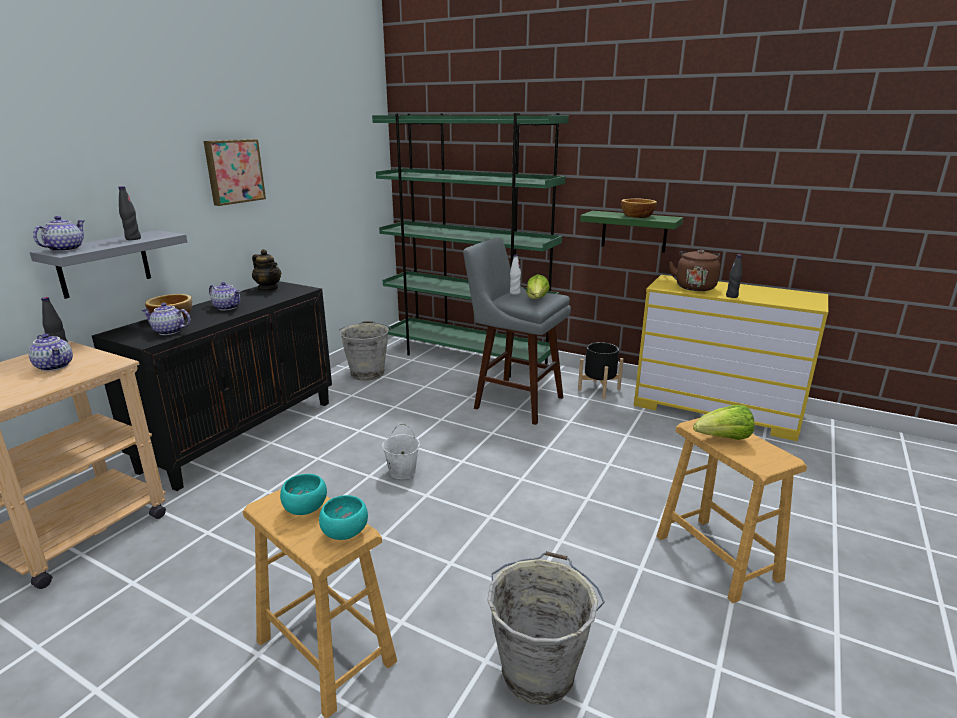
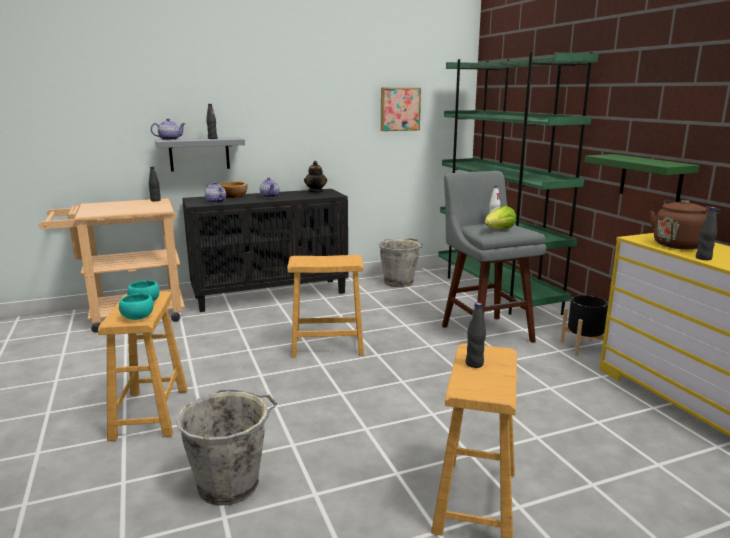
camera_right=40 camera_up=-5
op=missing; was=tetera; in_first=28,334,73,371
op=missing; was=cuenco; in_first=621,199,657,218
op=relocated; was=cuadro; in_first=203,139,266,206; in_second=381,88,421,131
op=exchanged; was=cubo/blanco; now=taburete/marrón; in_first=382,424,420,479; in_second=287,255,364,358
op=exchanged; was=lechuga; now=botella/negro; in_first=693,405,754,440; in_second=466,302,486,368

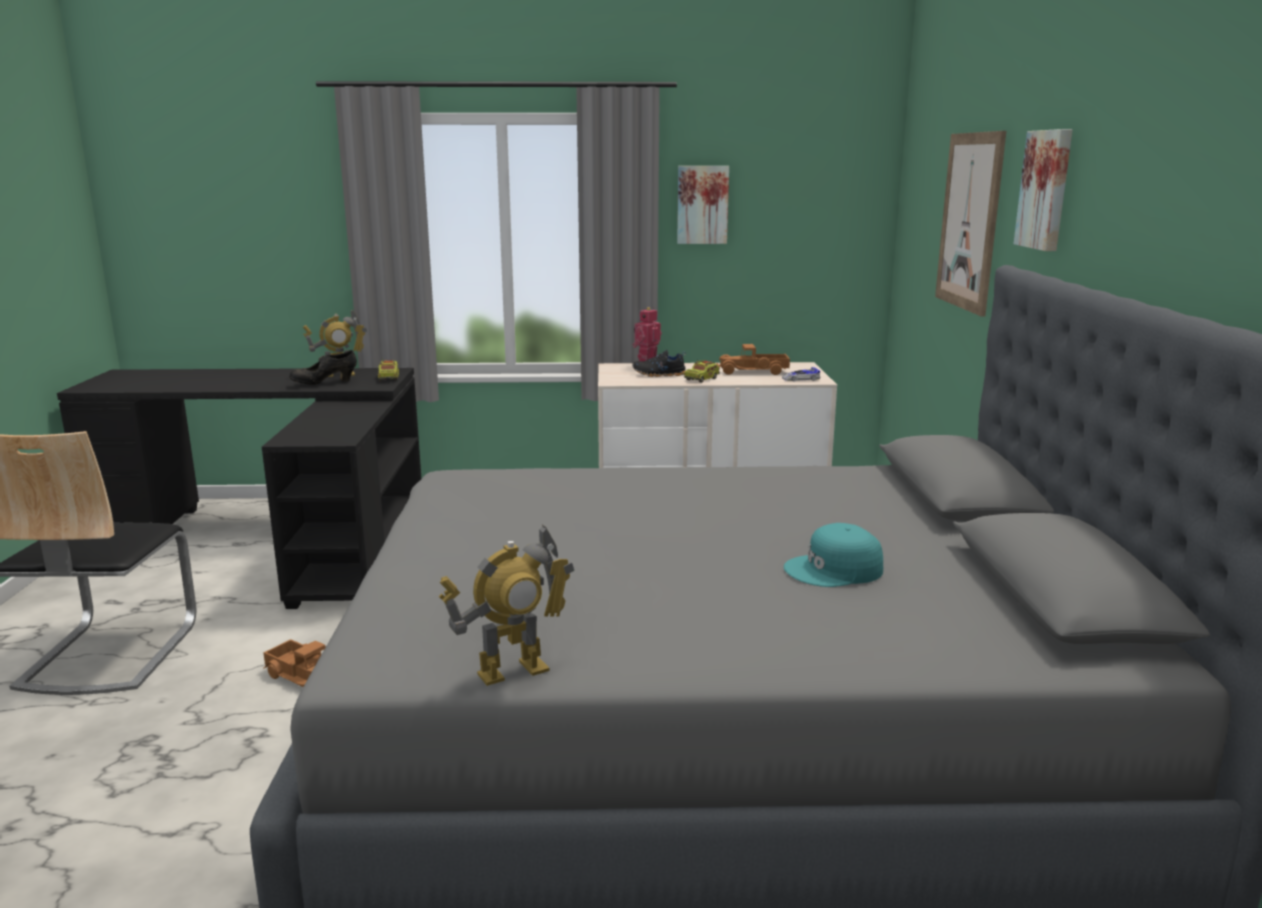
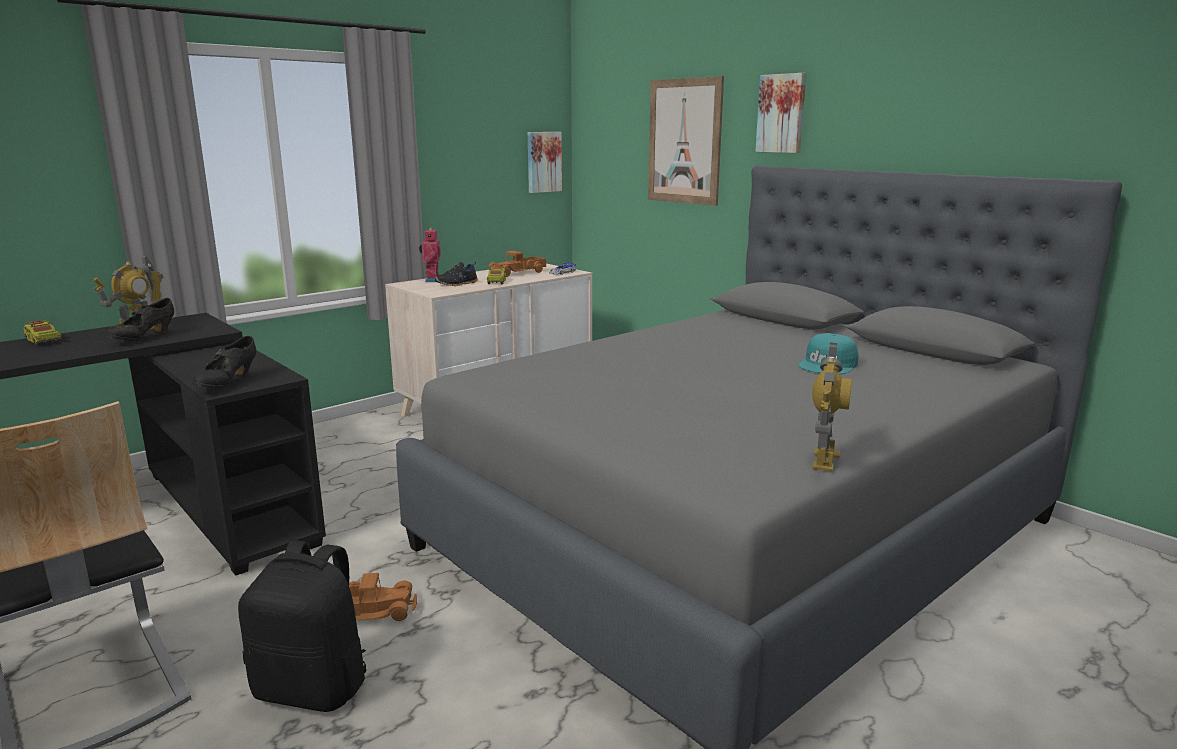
camera_right=-40 camera_up=0
op=appeared; now=zapato/negro; in_second=192,336,256,388
op=appeared; now=mochila/negro; in_second=238,540,367,712
op=relocated; was=camión de juguete; in_first=378,359,399,381; in_second=24,320,61,346
op=relocated; was=cuadro; in_first=677,166,729,244; in_second=528,132,562,193

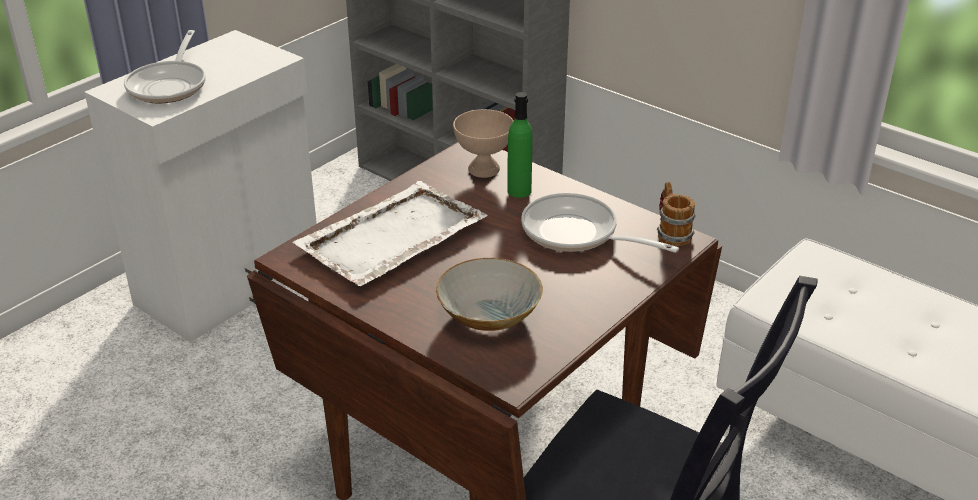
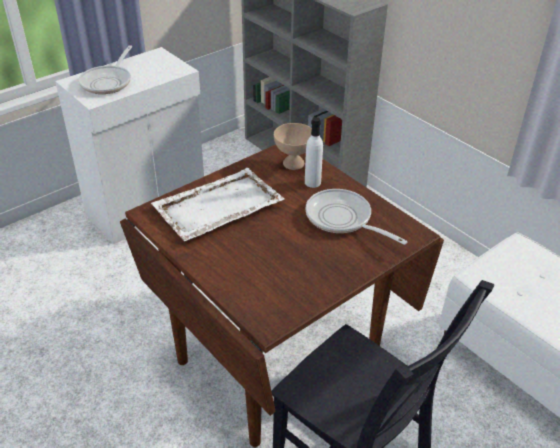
camera_right=10 camera_up=5
op=missing; was=cuenco; in_first=436,258,543,331
op=missing; was=taza grande; in_first=657,182,696,246
op=colour; was=botella/verde; now=botella/blanco; in_first=507,92,533,198; in_second=305,117,323,188

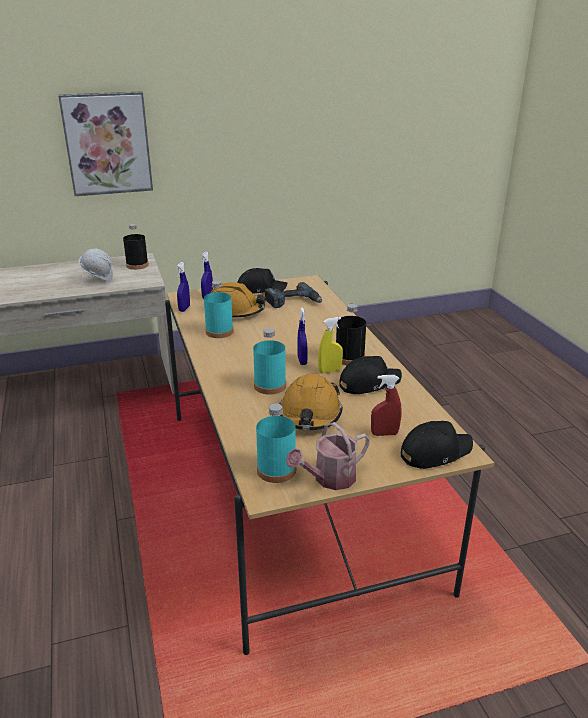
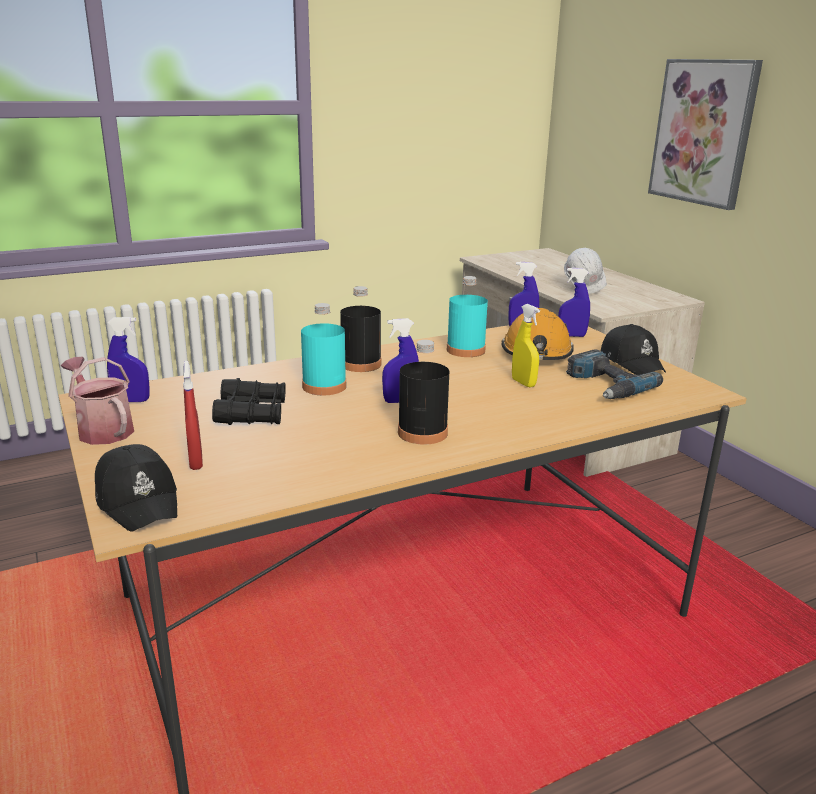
camera_right=80 camera_up=-5
op=missing; was=gorra/negro; in_first=339,356,402,394
op=relocated; was=botella/negro; in_first=123,224,149,270; in_second=340,286,381,372
op=relocated; was=pulverizador/amarillo; in_first=318,317,343,373; in_second=512,304,540,387
op=exchanged; was=botella/turquesa; now=pulverizador/azul; in_first=256,403,296,483; in_second=107,317,150,402
op=exchanged; was=casco/naranja; now=prismáticos/negro; in_first=279,374,343,430; in_second=212,378,286,425

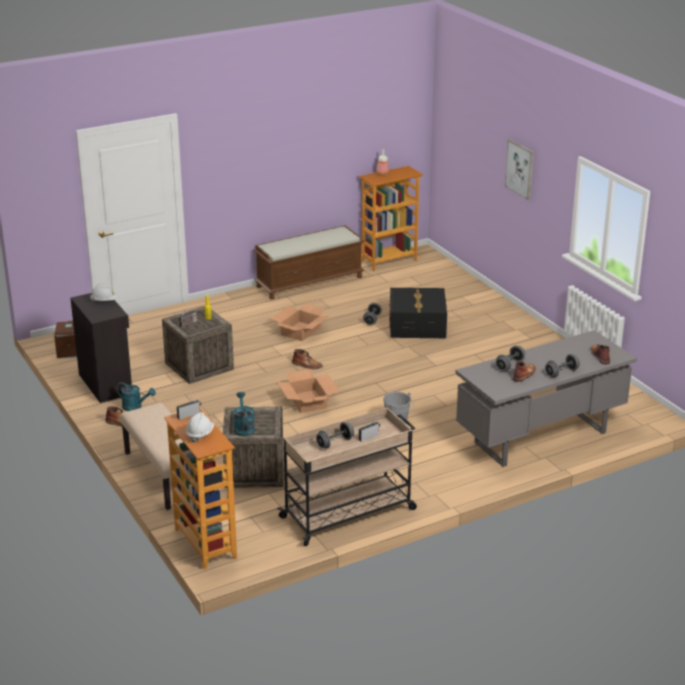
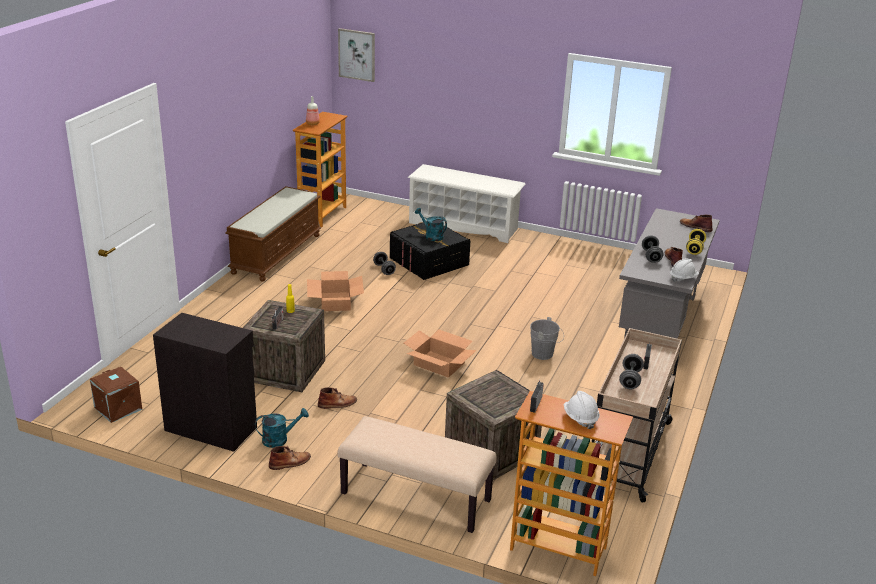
camera_right=-40 camera_up=0
op=appeared; now=zapatero/blanco; in_second=408,164,525,243
op=relocated; was=casco/blanco; in_first=90,284,118,301; in_second=670,259,699,282
op=relocated; was=regadera/turquesa; in_first=234,392,255,436; in_second=415,208,447,241
op=relocated; was=bota/marrón; in_first=292,349,323,369; in_second=318,387,357,409
op=relocated; was=cuadro; in_first=505,139,534,200; in_second=338,28,375,82
op=colour; was=mancuerna/gris; now=mancuerna/amarillo; in_first=545,354,580,377; in_second=686,229,706,255

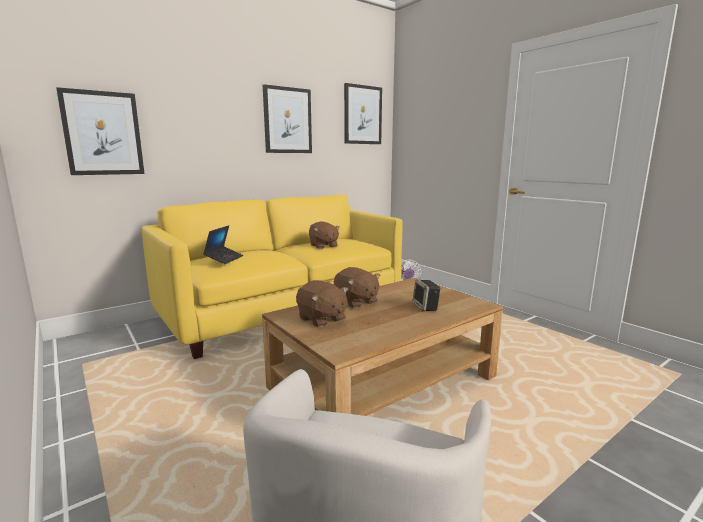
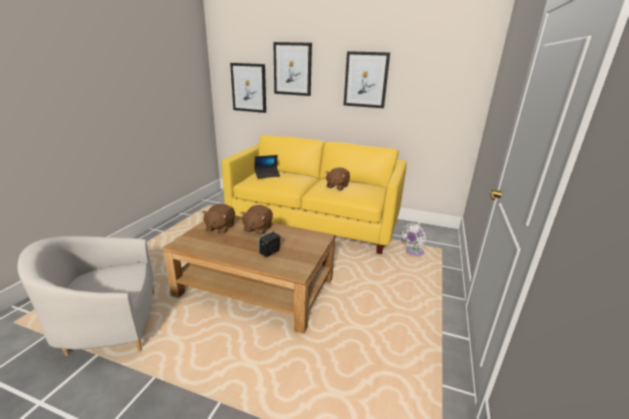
camera_right=55 camera_up=10
op=relocated; was=cuadro; in_first=344,83,382,144; in_second=273,42,312,96

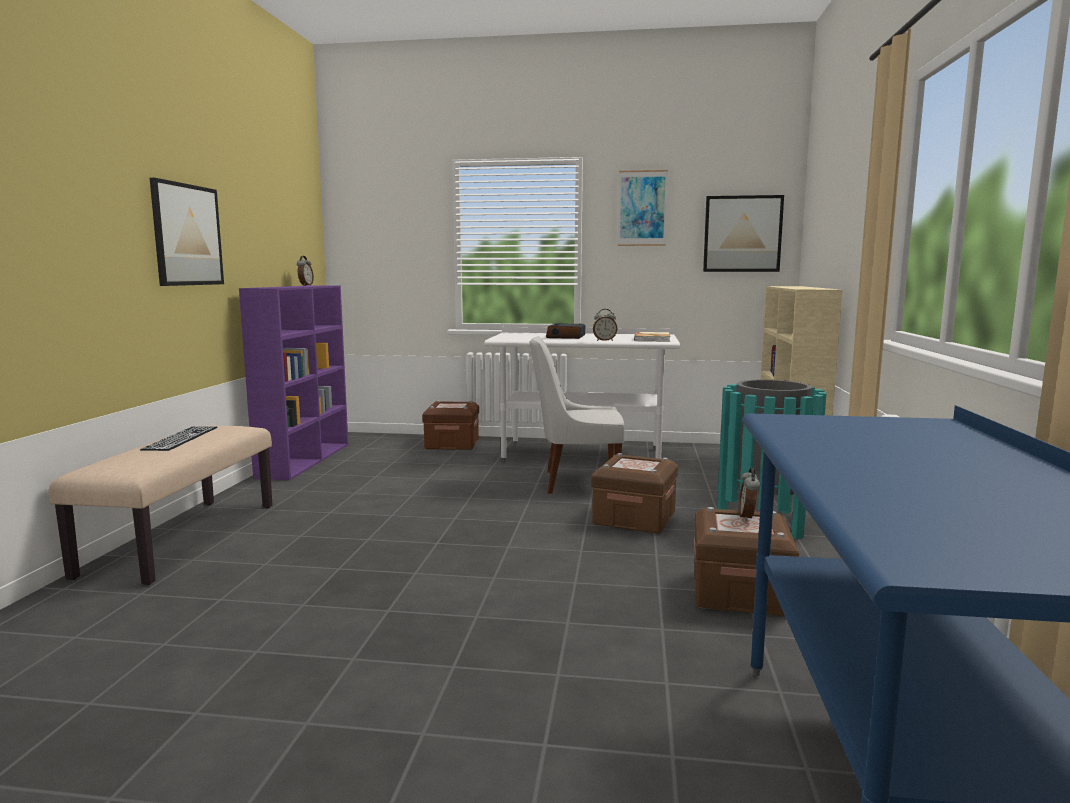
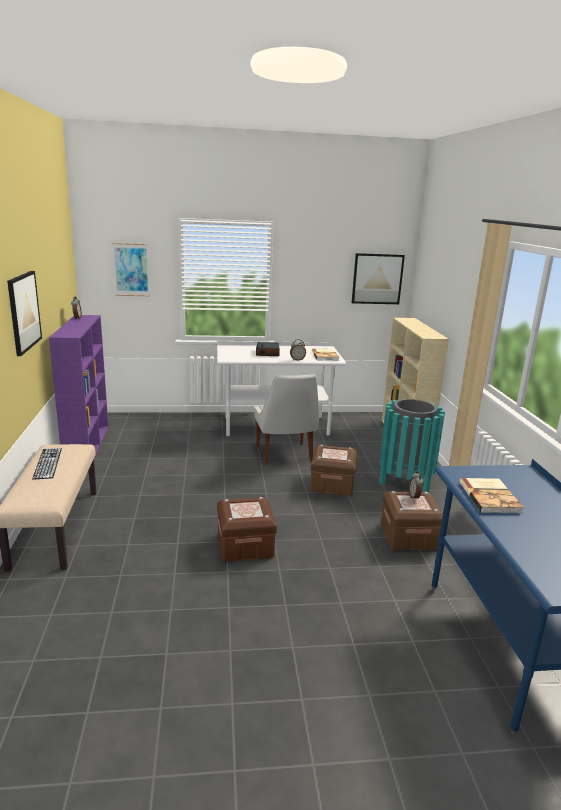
camera_right=-15 camera_up=10
op=appeared; now=libro; in_second=460,478,524,513
op=relocated; was=caja de almacenaje/marrón; in_first=422,400,479,450; in_second=217,497,277,562
op=relocated; was=cuadro; in_first=618,170,668,246; in_second=113,243,150,296
op=spun; was=silla/blanco; in_first=530,336,625,494; in_second=254,374,319,465; clockwise=-90

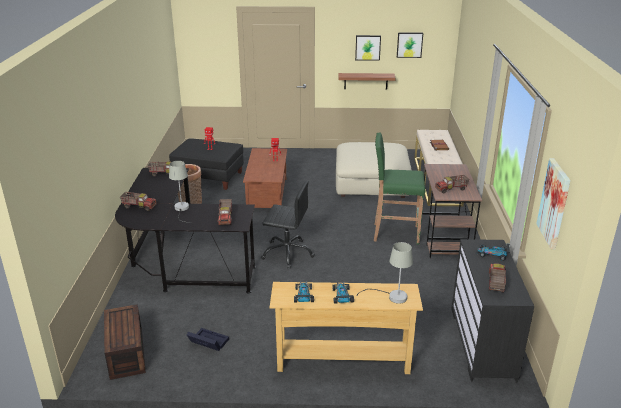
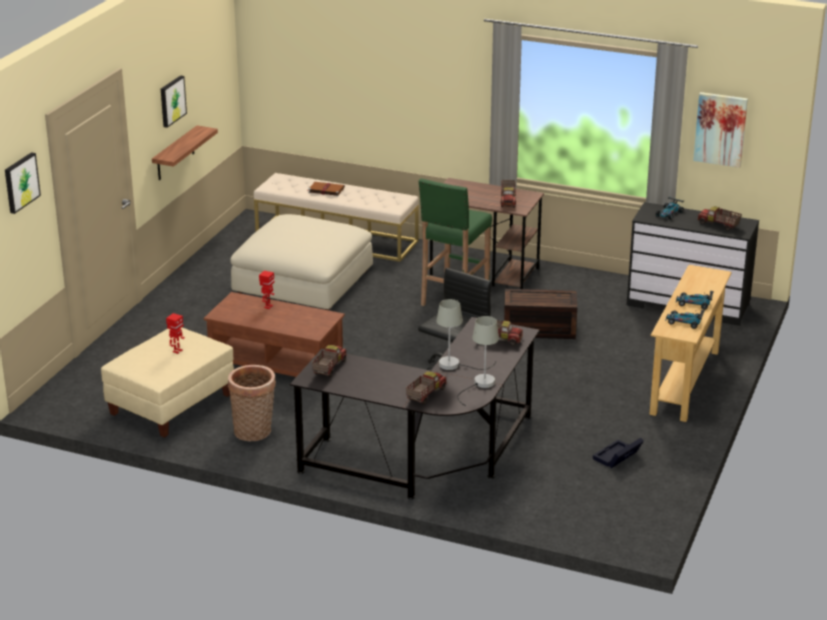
camera_right=-70 camera_up=0
op=relocated; was=caja de almacenaje/marrón; in_first=104,304,146,380; in_second=504,289,577,339
op=relocated; was=lámpara de mesa/gris; in_first=356,242,413,304; in_second=457,316,499,406
op=relocated; was=cuadro; in_first=397,32,423,58; in_second=5,152,41,214
op=colour; was=puf/negro; now=puf/beis; in_first=169,138,244,190; in_second=101,327,234,437

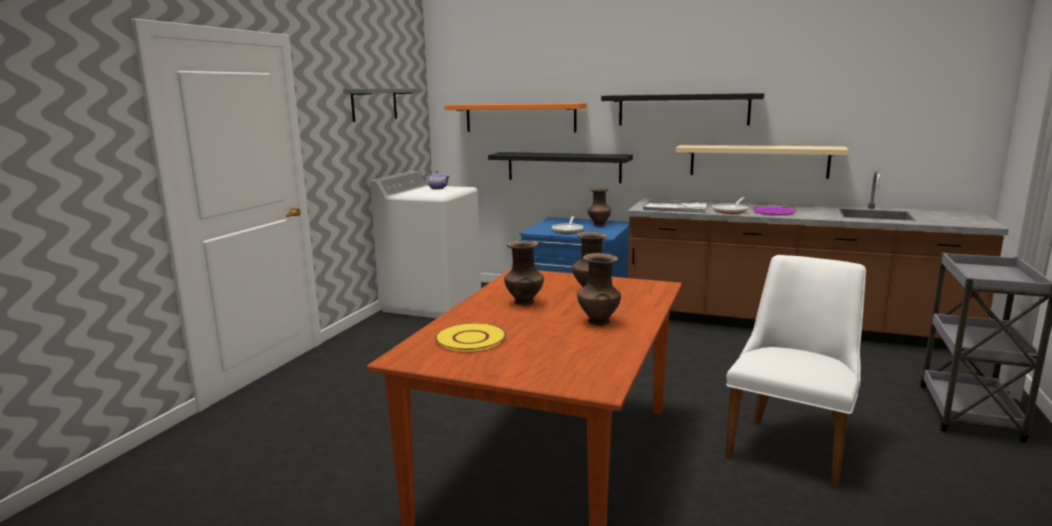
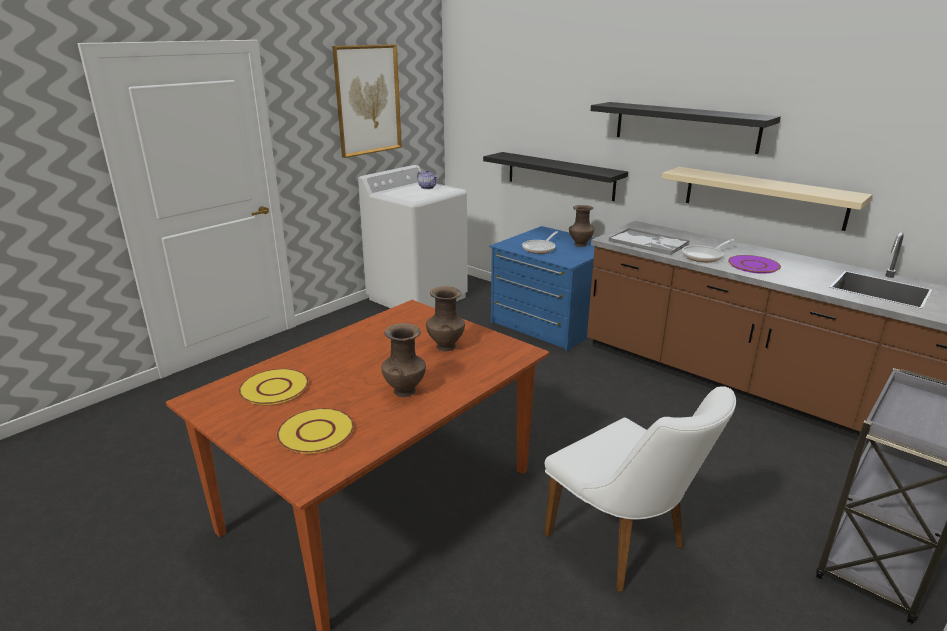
camera_right=20 camera_up=10
op=missing; was=estante/naranja; in_first=444,103,587,132
op=missing; was=florero/marrón; in_first=504,240,544,306
op=appeared; now=plato/amarillo; in_second=276,408,354,454
op=exchanged; was=estante/gris; now=cuadro; in_first=343,88,422,122; in_second=332,44,402,158
op=spun; was=silla/blanco; in_first=725,255,866,489; in_second=544,386,736,592; clockwise=90

